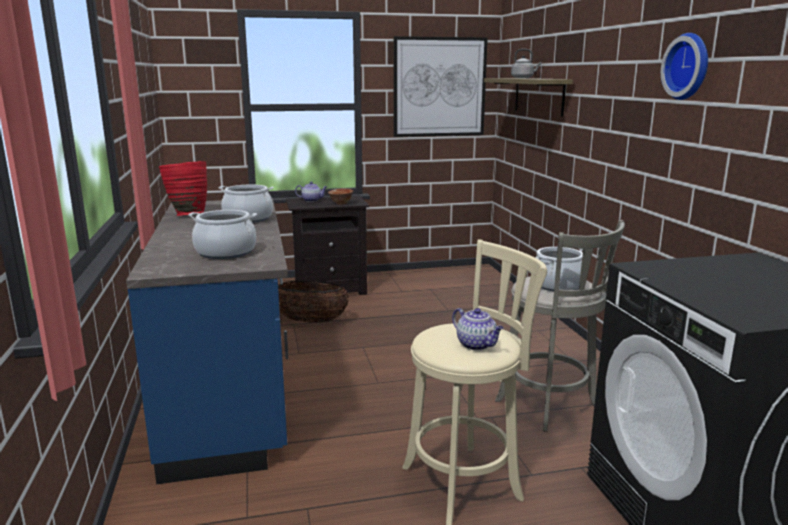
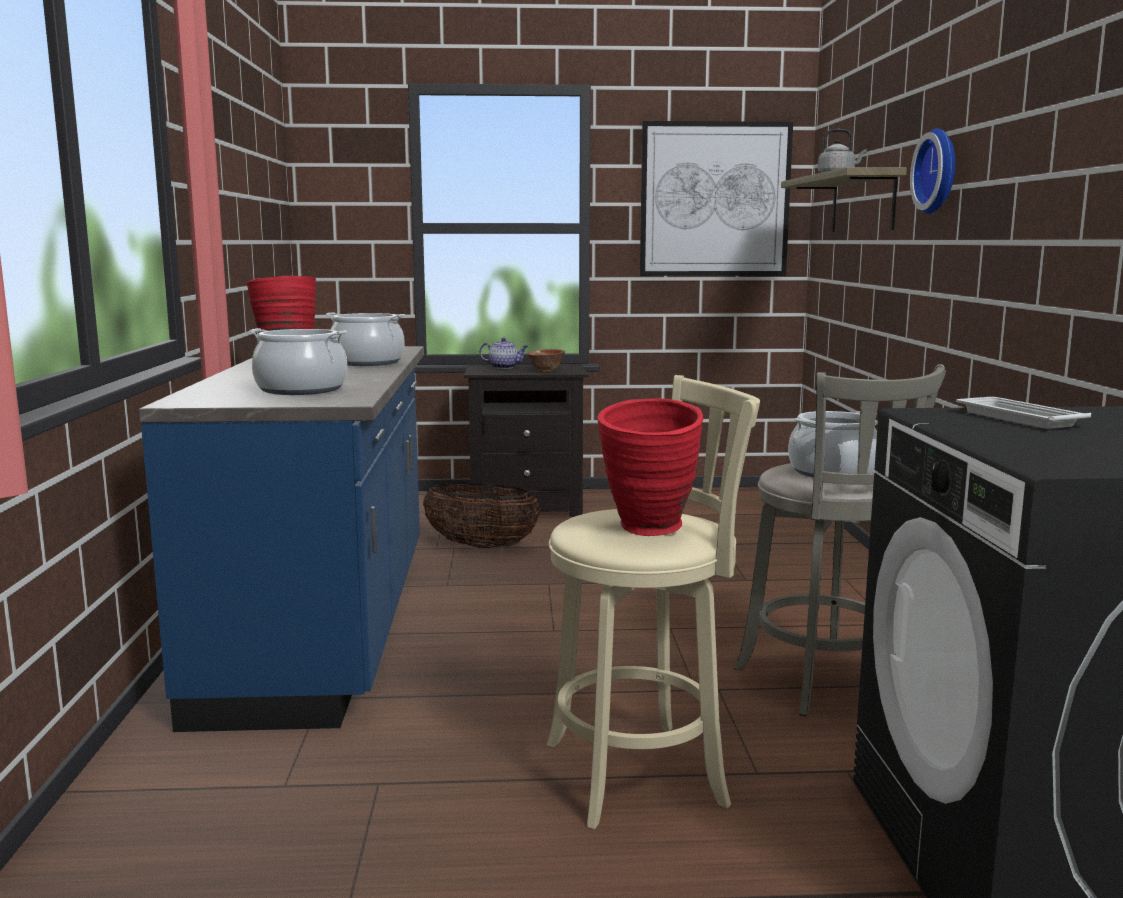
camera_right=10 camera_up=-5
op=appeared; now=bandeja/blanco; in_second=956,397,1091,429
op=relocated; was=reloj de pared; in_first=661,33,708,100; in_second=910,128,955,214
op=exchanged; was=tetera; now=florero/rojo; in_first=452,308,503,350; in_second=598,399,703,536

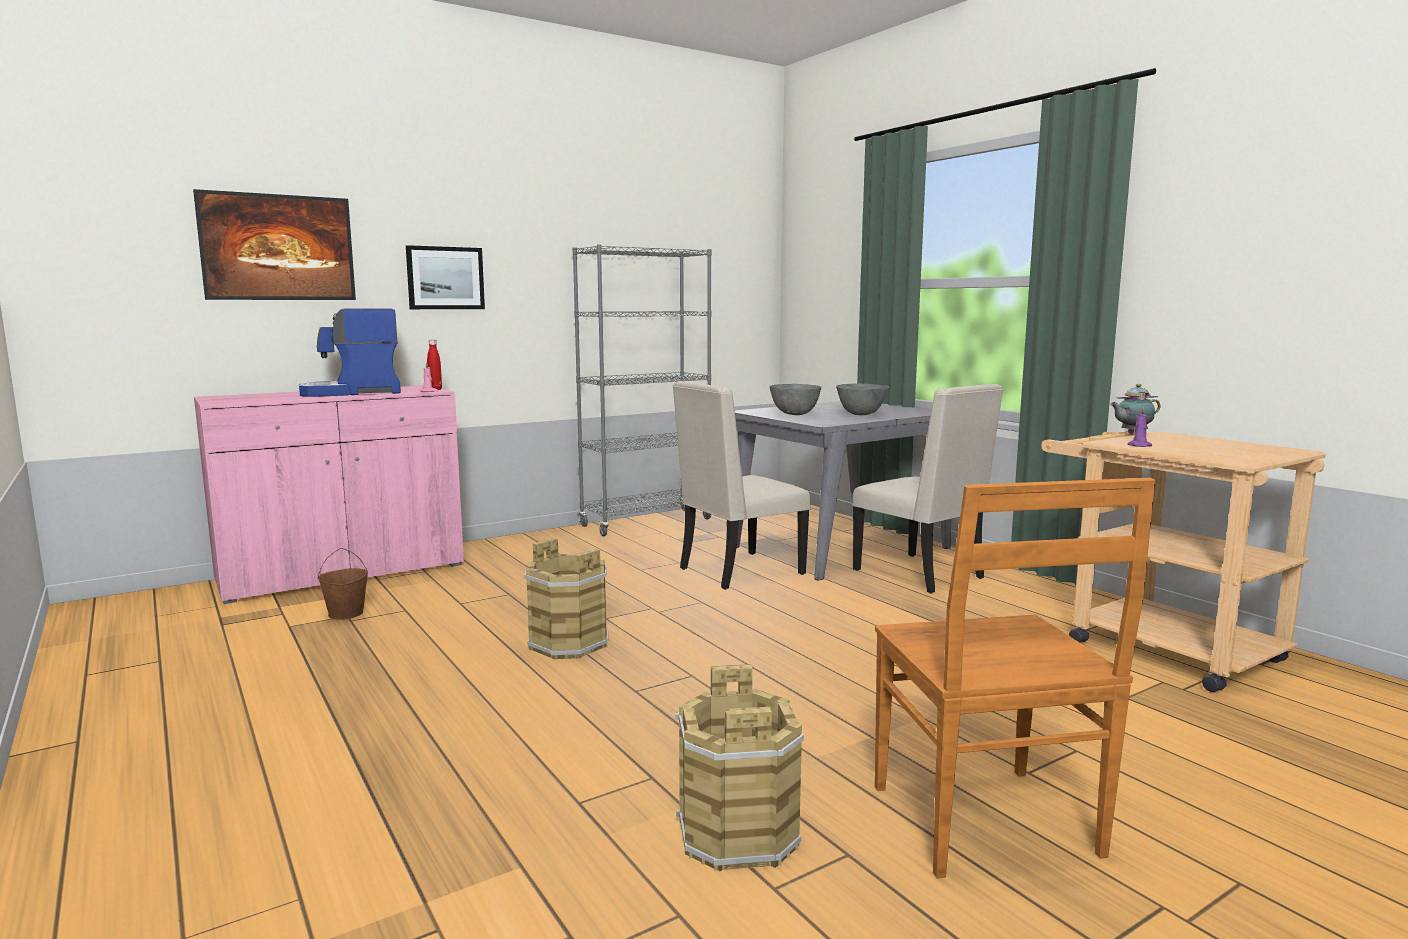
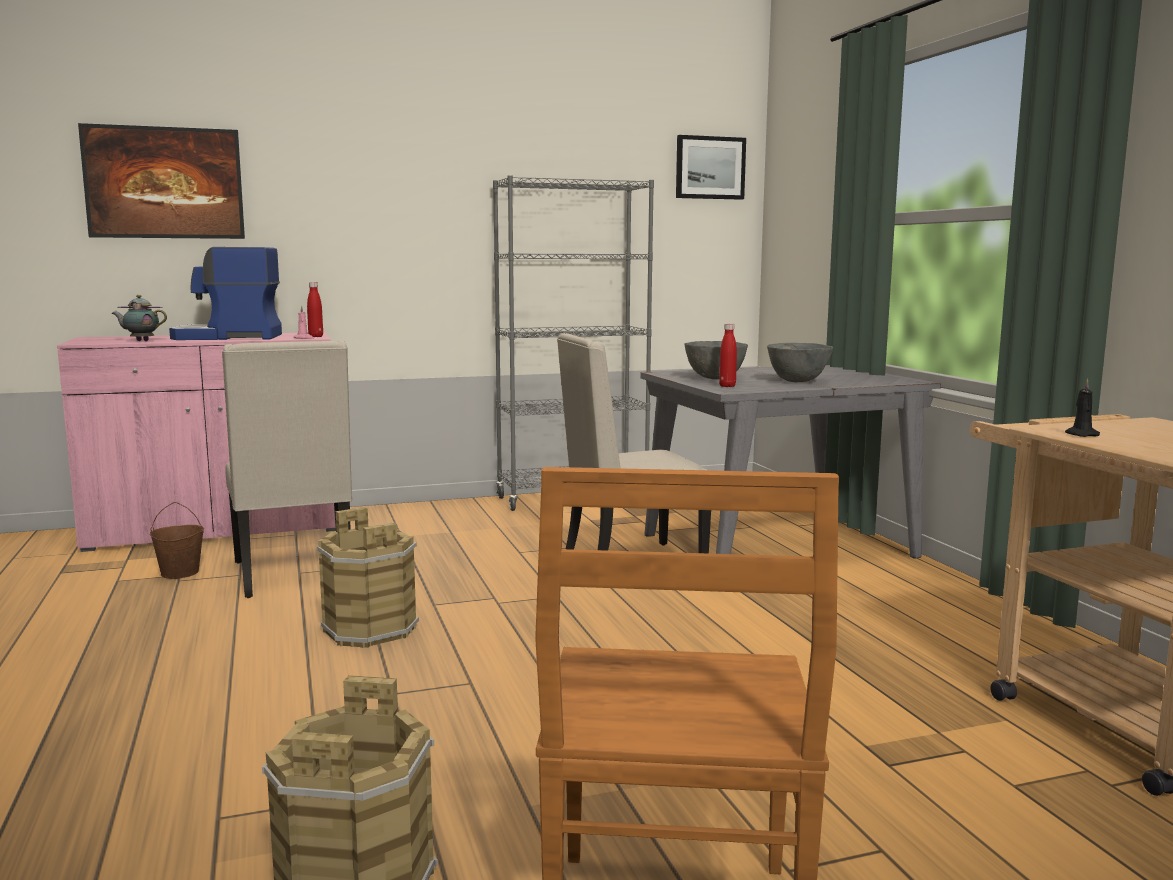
camera_right=15 camera_up=0
op=appeared; now=botella/rojo; in_second=719,323,737,387
op=relocated; was=cuadro; in_first=406,245,485,309; in_second=676,135,746,200
op=relocated; was=silla/beis; in_first=852,384,1003,594; in_second=222,341,352,598
op=relocated; was=tetera; in_first=1110,384,1160,434; in_second=112,295,167,341
op=colour; was=vela/morado; now=vela/negro; in_first=1127,406,1152,447; in_second=1065,379,1100,437

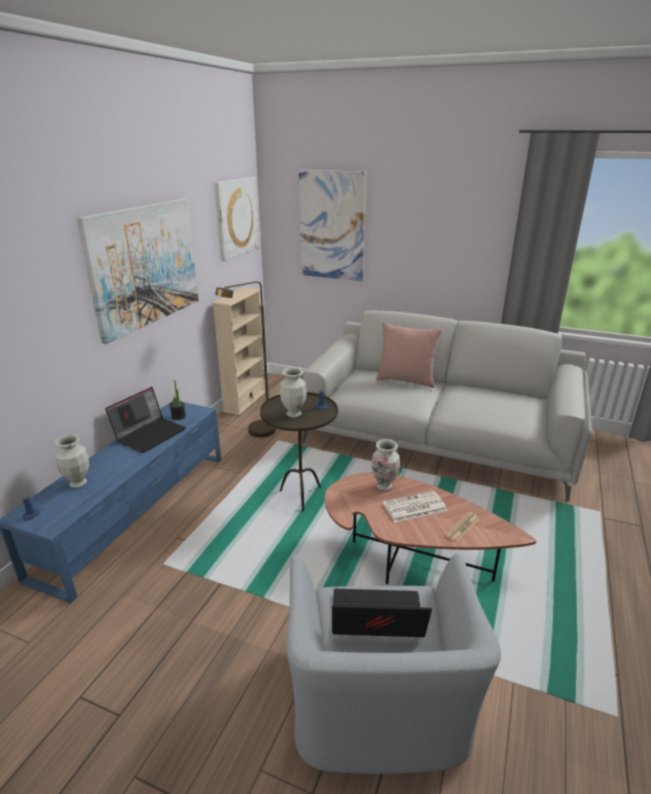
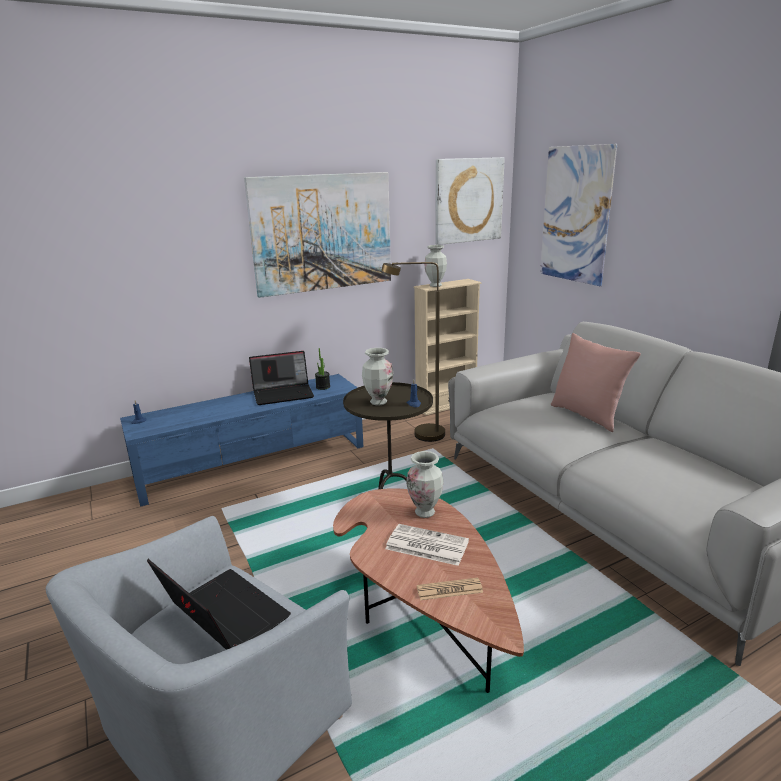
camera_right=40 camera_up=-5
op=relocated; was=florero; in_first=55,434,89,488; in_second=424,245,447,287

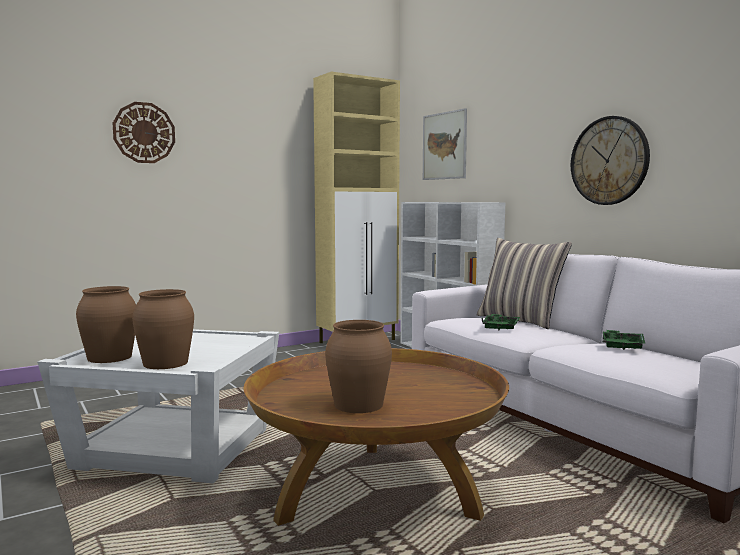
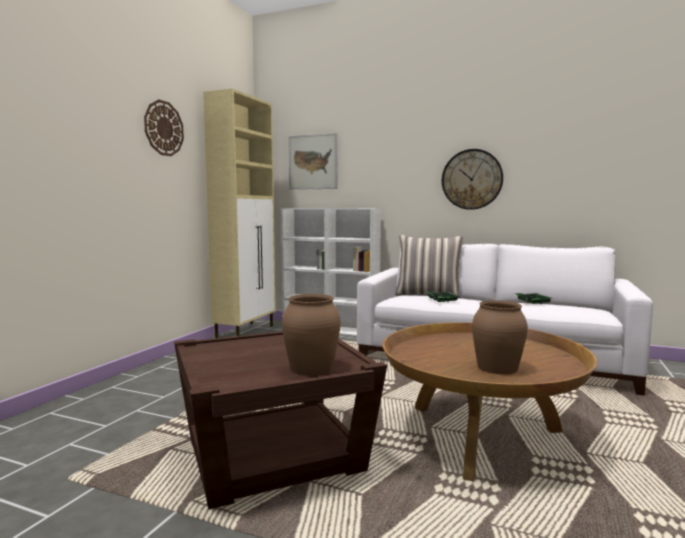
camera_right=-35 camera_up=0
op=missing; was=florero/marrón; in_first=76,286,136,363
op=relocated; was=reloj de pared; in_first=113,102,175,163; in_second=144,99,184,156
op=colour; was=mesa auxiliar/blanco; now=mesa auxiliar/marrón; in_first=37,329,279,484; in_second=174,331,387,509

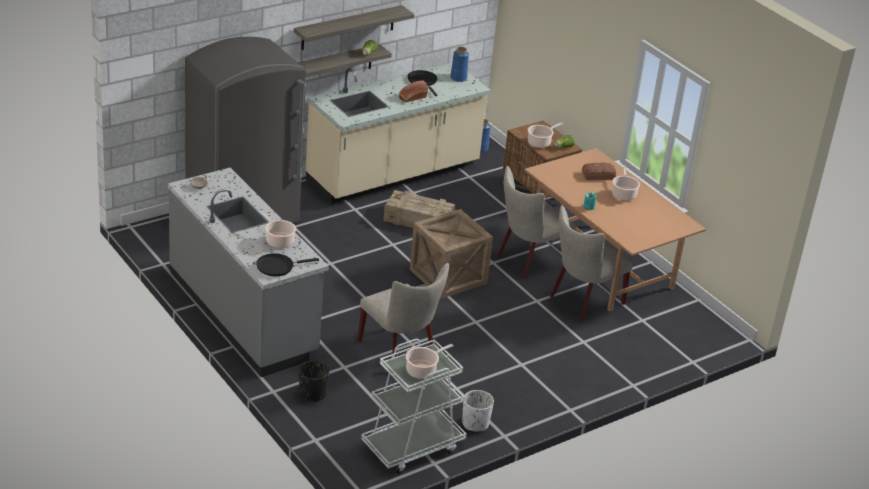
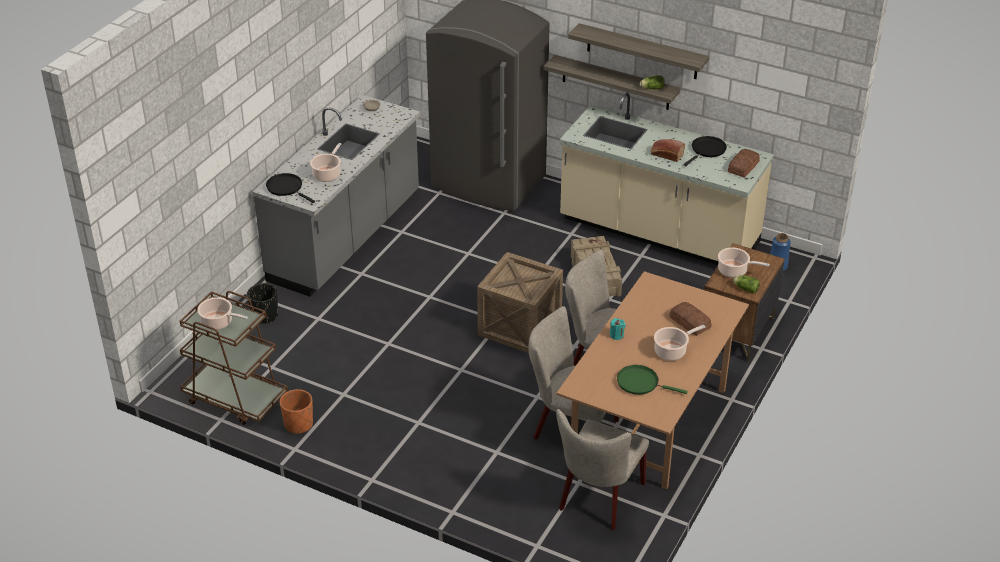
camera_right=65 camera_up=5
op=appeared; now=sartén/verde; in_second=617,365,688,395
op=relocated; was=silla/beis; in_first=357,263,449,358; in_second=556,409,649,530
op=exchanged; was=florero/azul; now=pan; in_first=450,47,469,82; in_second=728,149,760,177
op=colour; was=carrito/blanco; now=carrito/marrón; in_first=361,339,467,474; in_second=180,291,288,425
op=colour; was=maceta/blanco; now=maceta/naranja; in_first=462,390,494,432; in_second=280,389,313,434

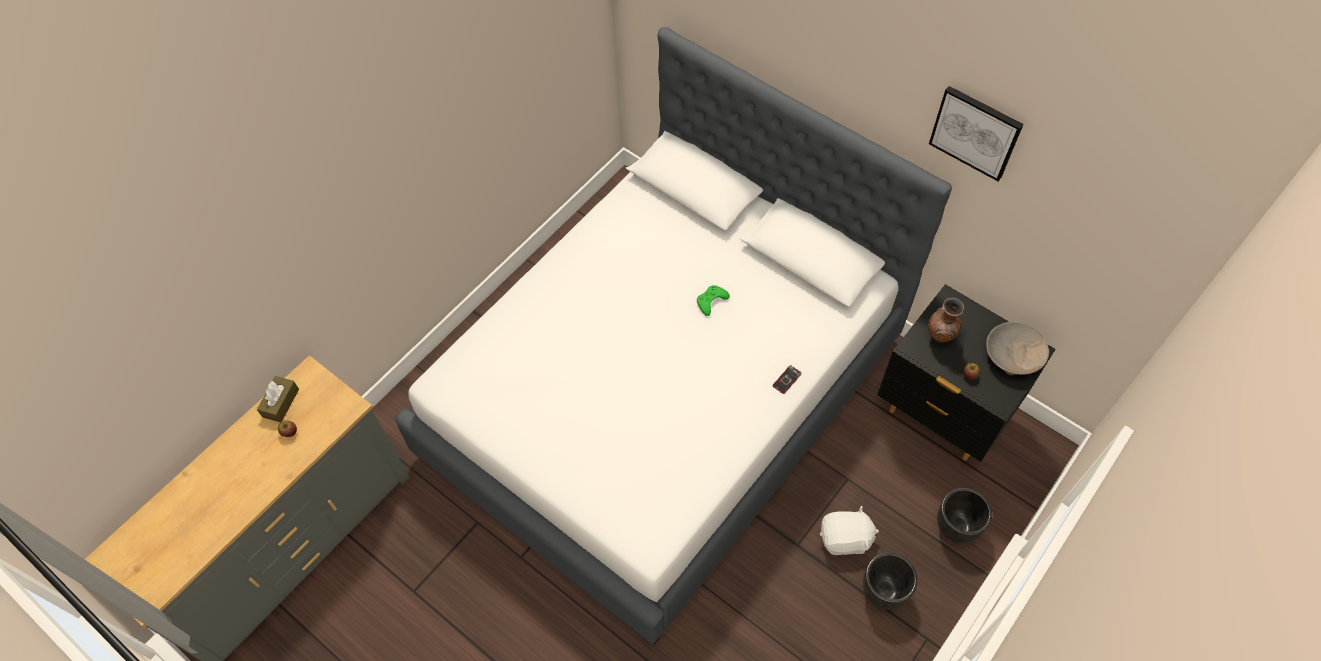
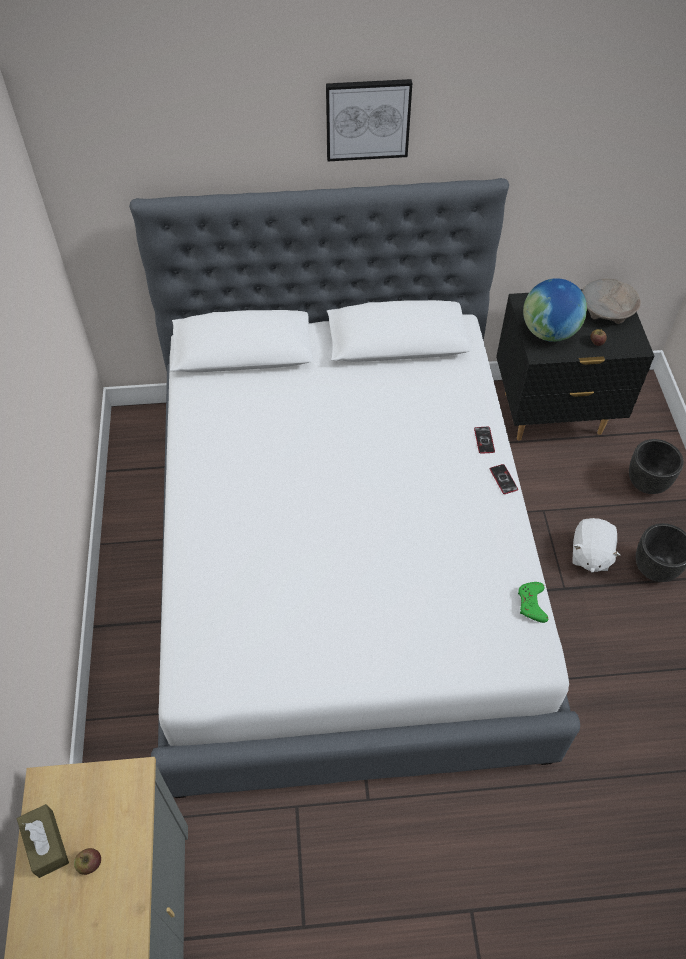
camera_right=-45 camera_up=-5
op=appeared; now=móvil; in_second=490,464,518,494
op=relocated; was=mando de consola/verde; in_first=697,285,730,316; in_second=518,582,548,623
op=relocated; was=cuadro; in_first=929,86,1024,181; in_second=326,79,412,161
op=exchanged; was=florero/marrón; now=globo terráqueo; in_first=928,298,965,344; in_second=523,278,587,342
op=spun; was=peluche/blanco; in_first=820,506,879,555; in_second=572,518,621,573; clockwise=150

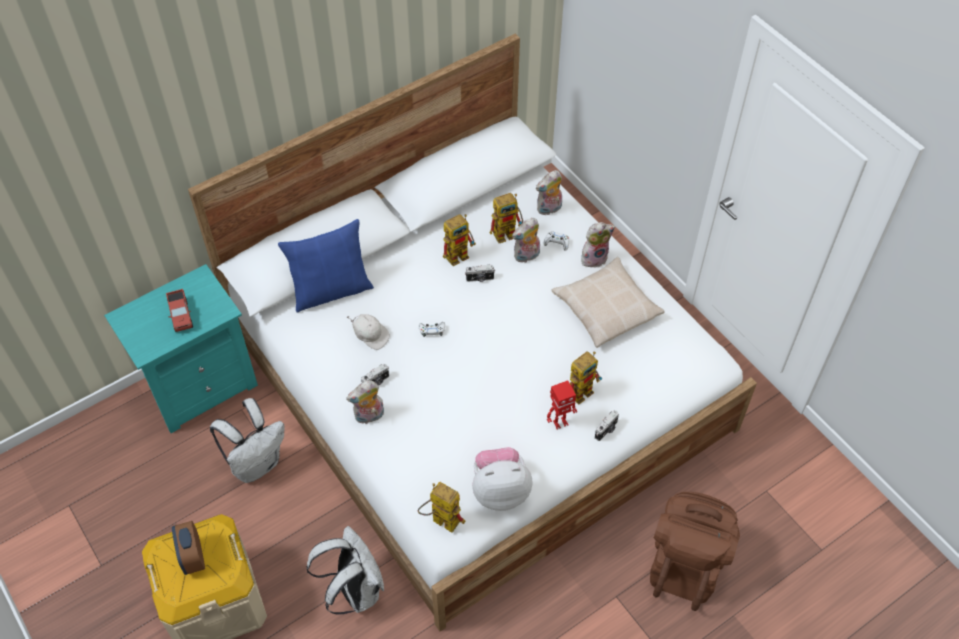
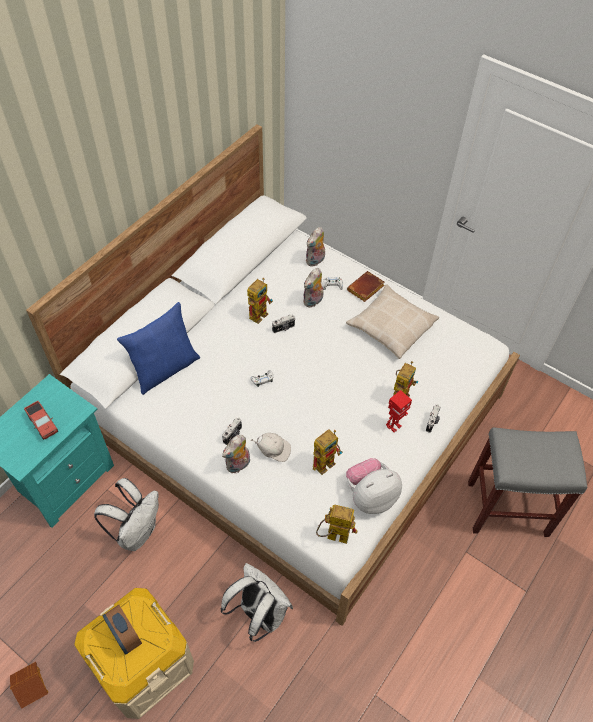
camera_right=-20 camera_up=0
op=appeared; now=casita; in_second=10,662,49,709
op=relocated; was=gorra/blanco; in_first=347,314,390,350; in_second=251,433,291,462
op=relocated; was=robot de juguete; in_first=490,193,523,243; in_second=313,429,343,475
op=exchanged; was=peluche; now=libro/marrón; in_first=581,222,615,268; in_second=347,271,385,302
op=exchanged; was=mochila/marrón; now=taburete/gris; in_first=650,492,740,611; in_second=468,427,587,537

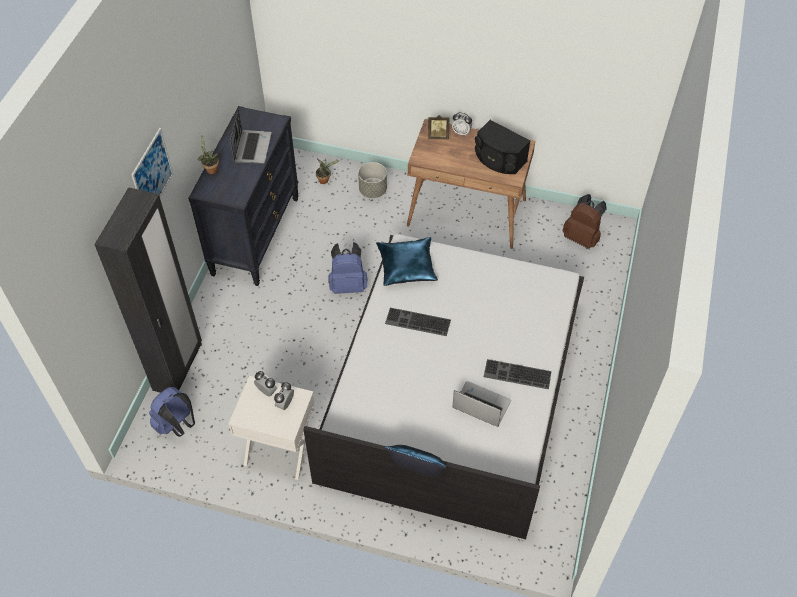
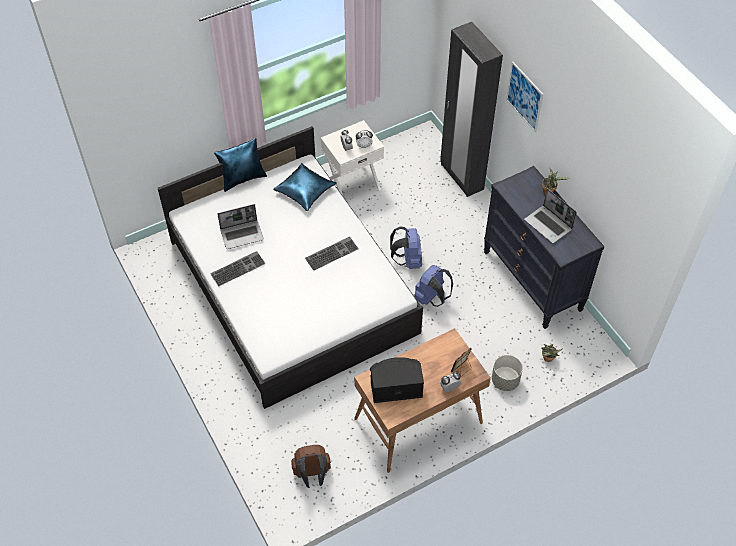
camera_right=135 camera_up=0
op=relocated; was=mochila/azul; in_first=149,387,195,437; in_second=390,227,422,269
op=relocated; was=cojín/azul; in_first=376,237,438,286; in_second=273,163,337,211

